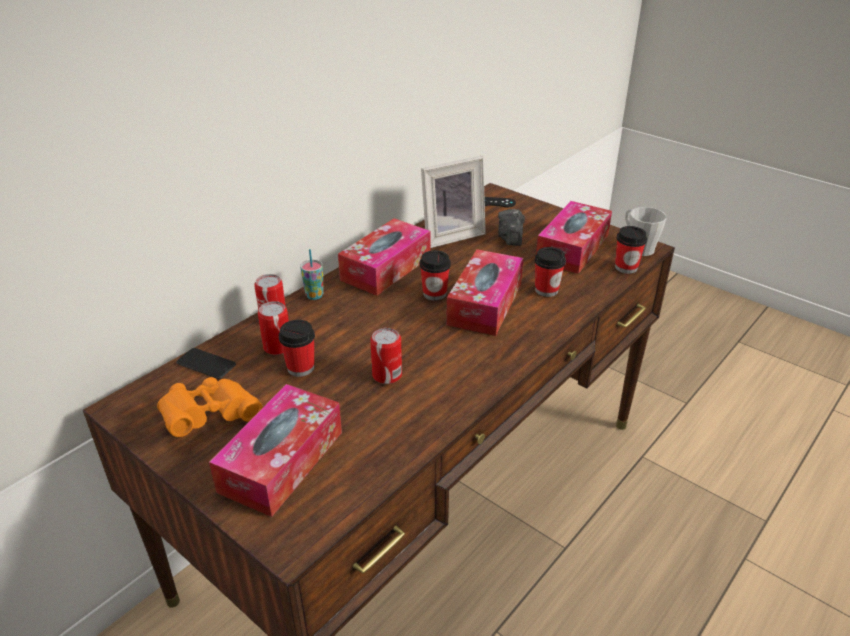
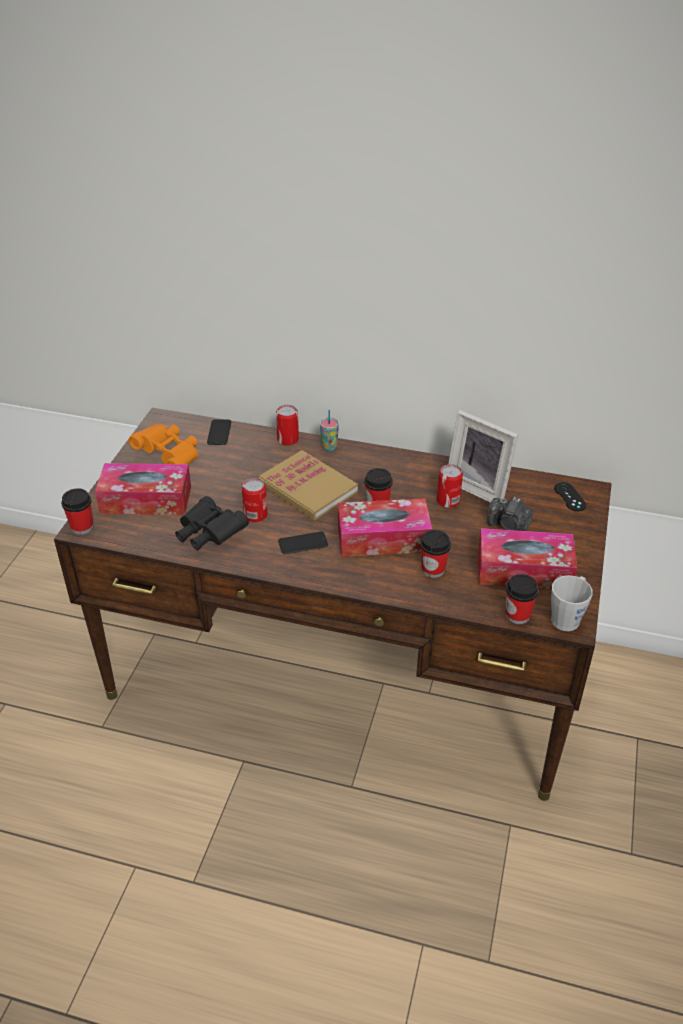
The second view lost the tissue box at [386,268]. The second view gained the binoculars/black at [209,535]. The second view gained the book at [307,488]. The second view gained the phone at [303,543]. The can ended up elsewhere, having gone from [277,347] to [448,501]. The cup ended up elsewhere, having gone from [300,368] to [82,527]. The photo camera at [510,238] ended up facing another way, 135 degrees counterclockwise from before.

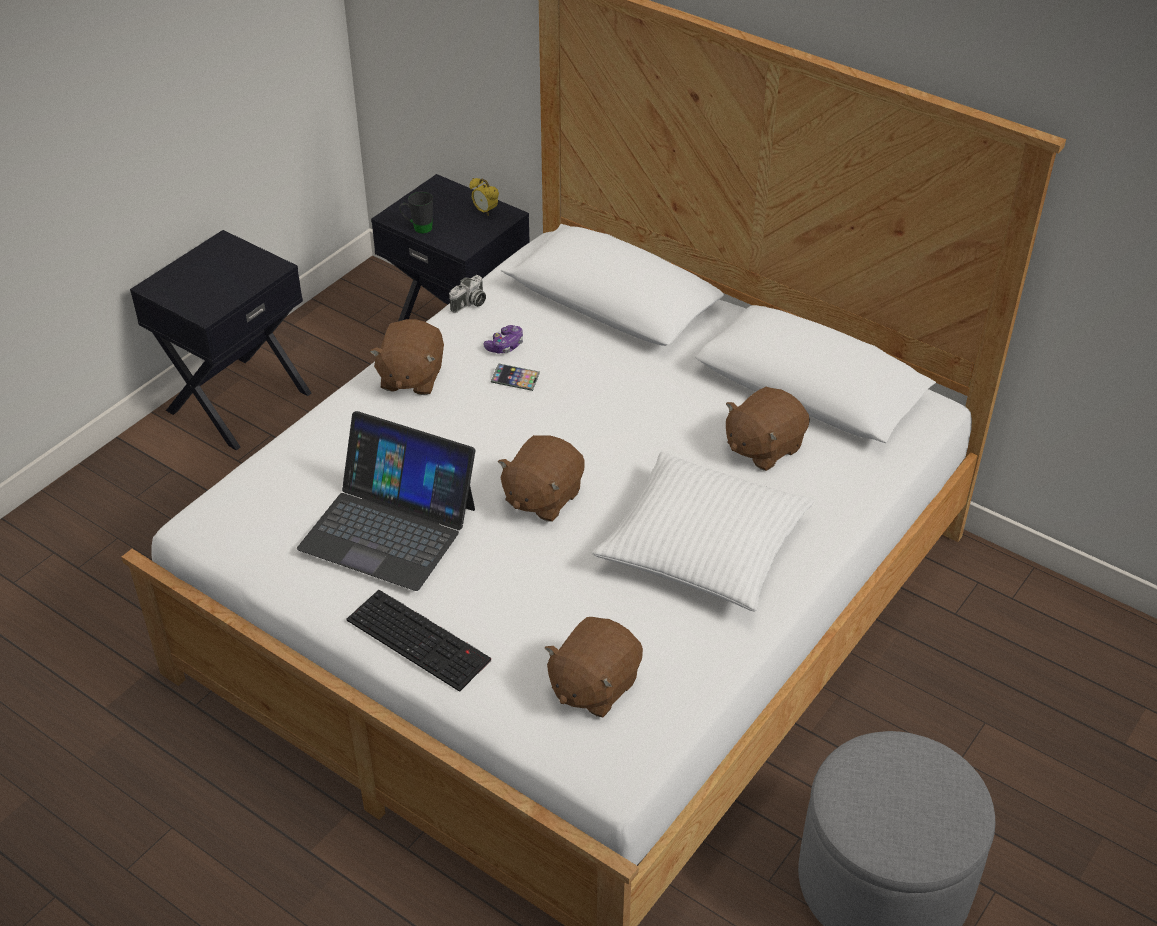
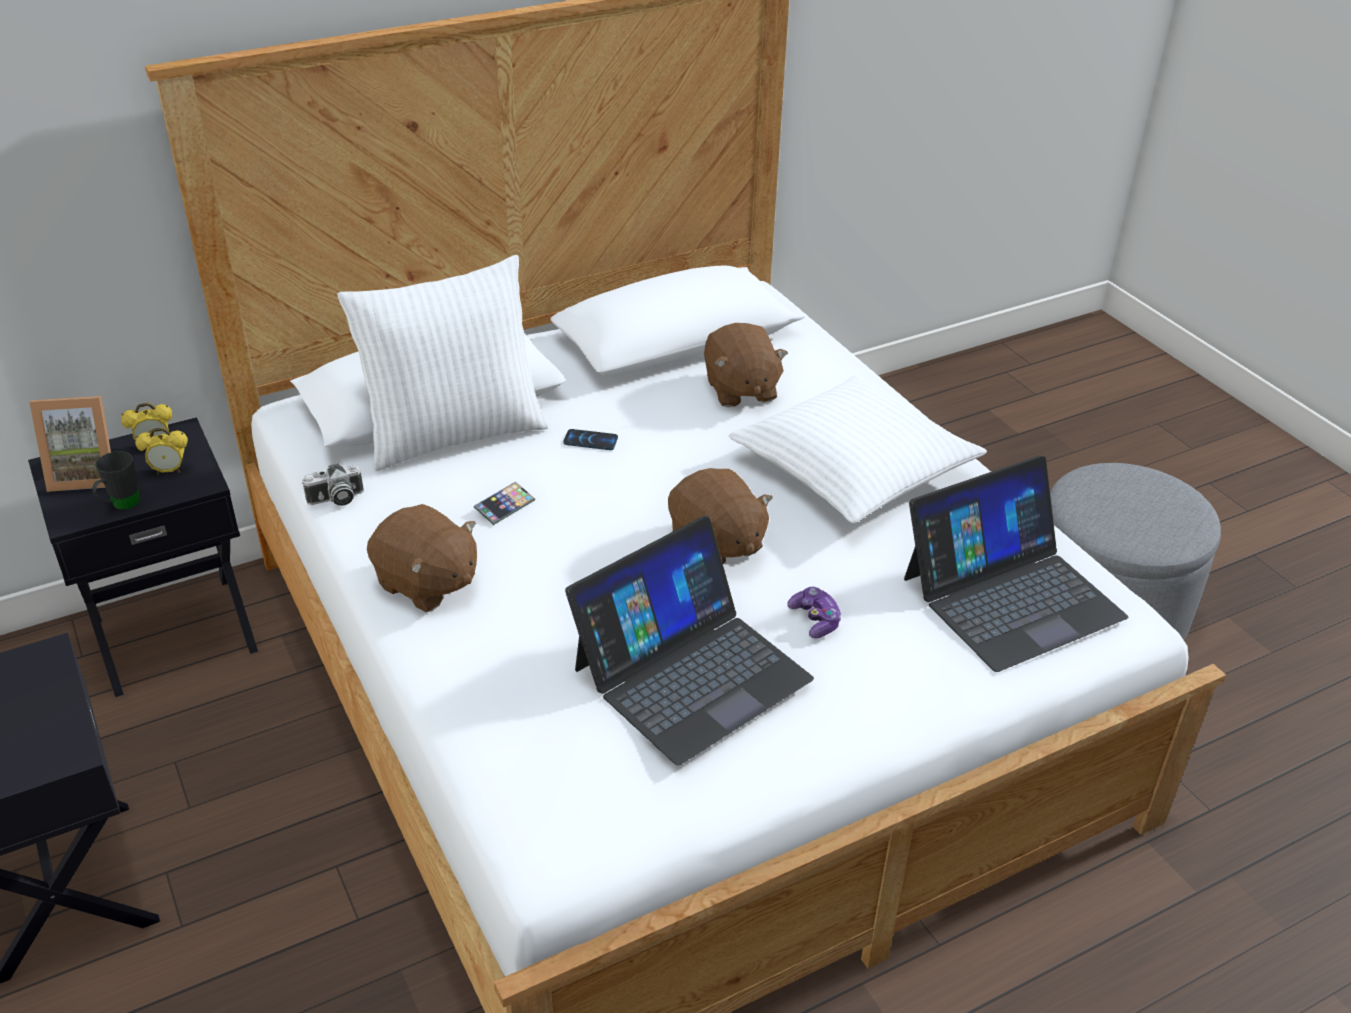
The second view lost the keyboard at [421,640]. The second view gained the picture frame at [86,474]. The second view gained the alarm clock at [169,471]. The second view gained the pillow/white at [453,433]. The second view gained the phone at [590,441]. The game controller ended up elsewhere, having gone from [505,346] to [815,620]. Where the plush toy/brown stood at [593,686], the laptop came to stand at [1011,596]. The photo camera at [469,304] ended up facing another way, 90 degrees clockwise from before.

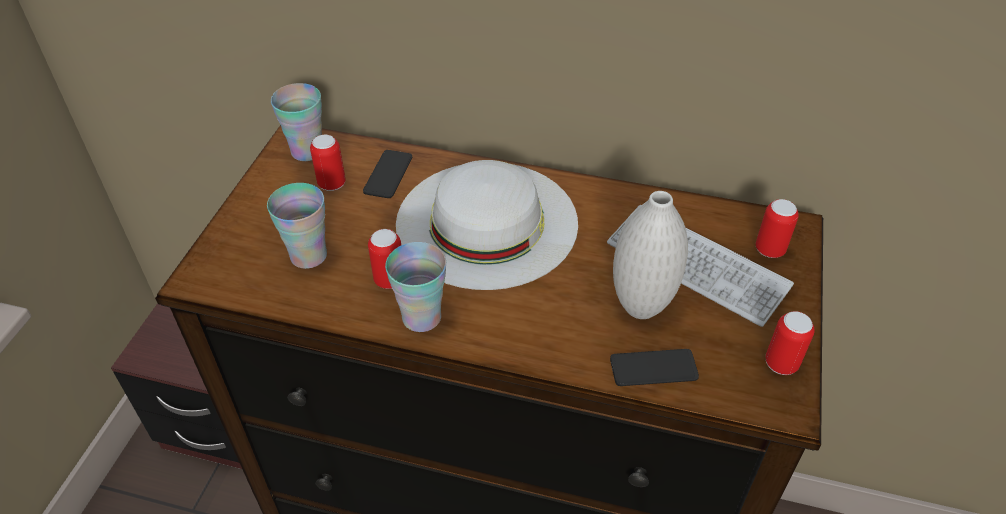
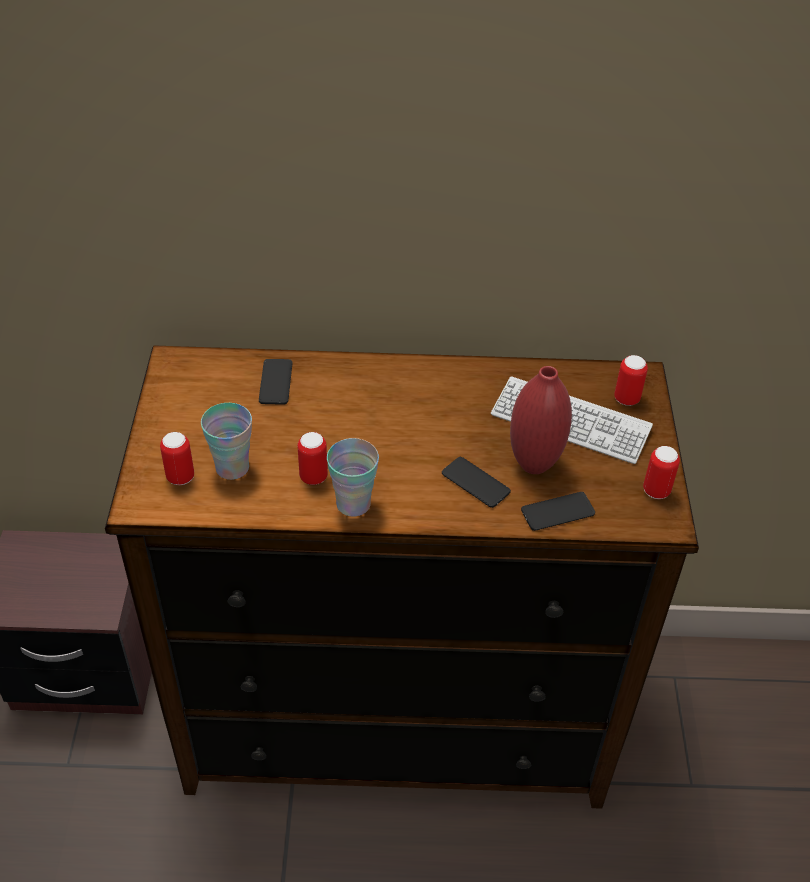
The second view lost the cup at [307,151]. The second view lost the hat/white at [487,222]. The second view gained the phone at [475,482]. The can ended up elsewhere, having gone from [332,184] to [180,477]. What was the vase/white at [641,307] turned into the vase/red at [534,464].

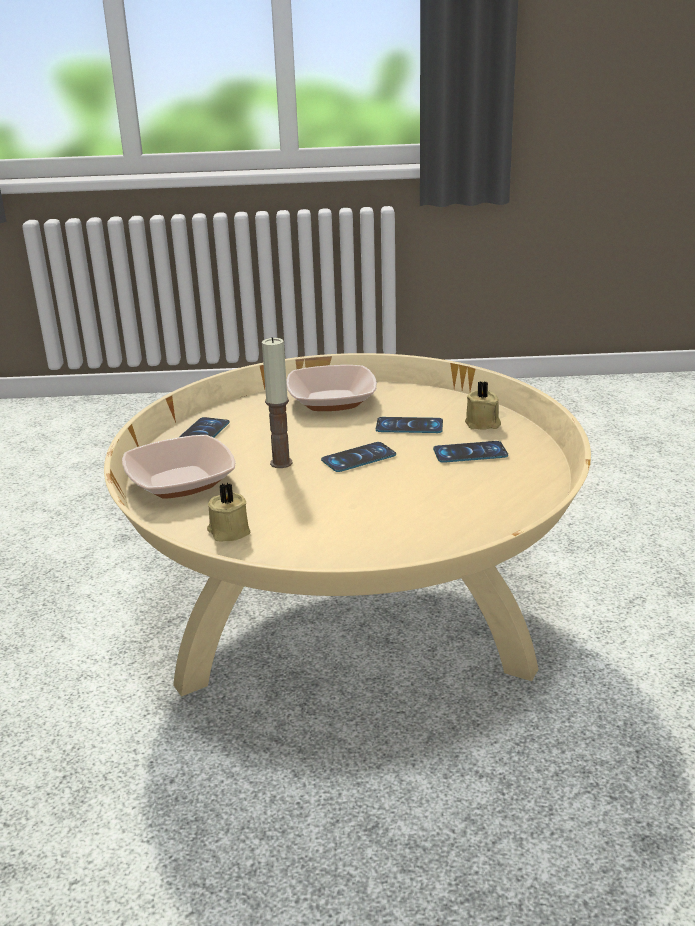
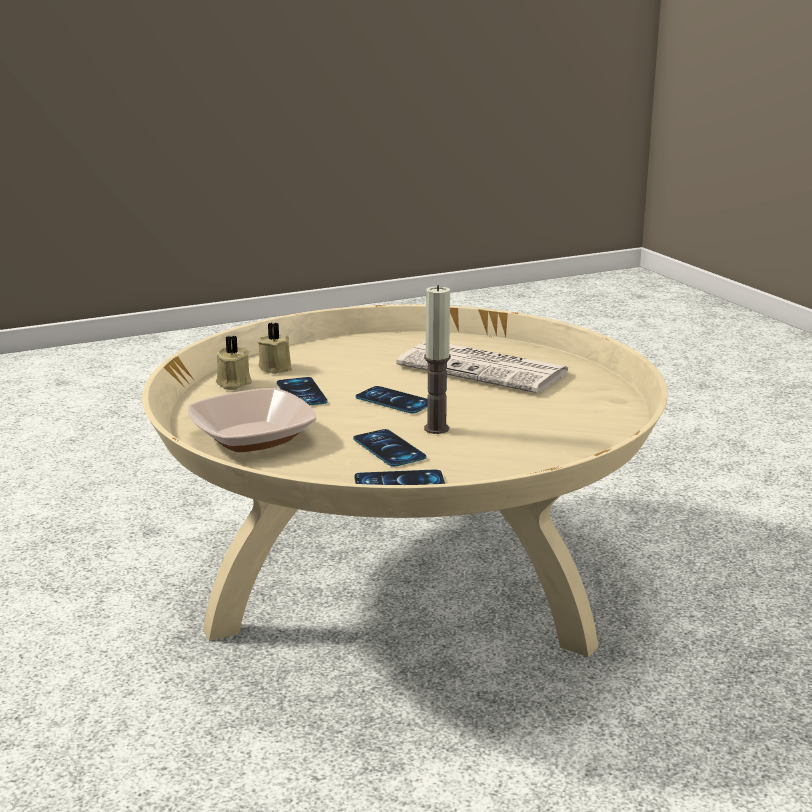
The second view lost the bowl at [181,482]. The second view gained the newspaper at [485,369]. The candle/beige ended up elsewhere, having gone from [228,532] to [232,383]. The phone ended up elsewhere, having gone from [470,452] to [389,449].

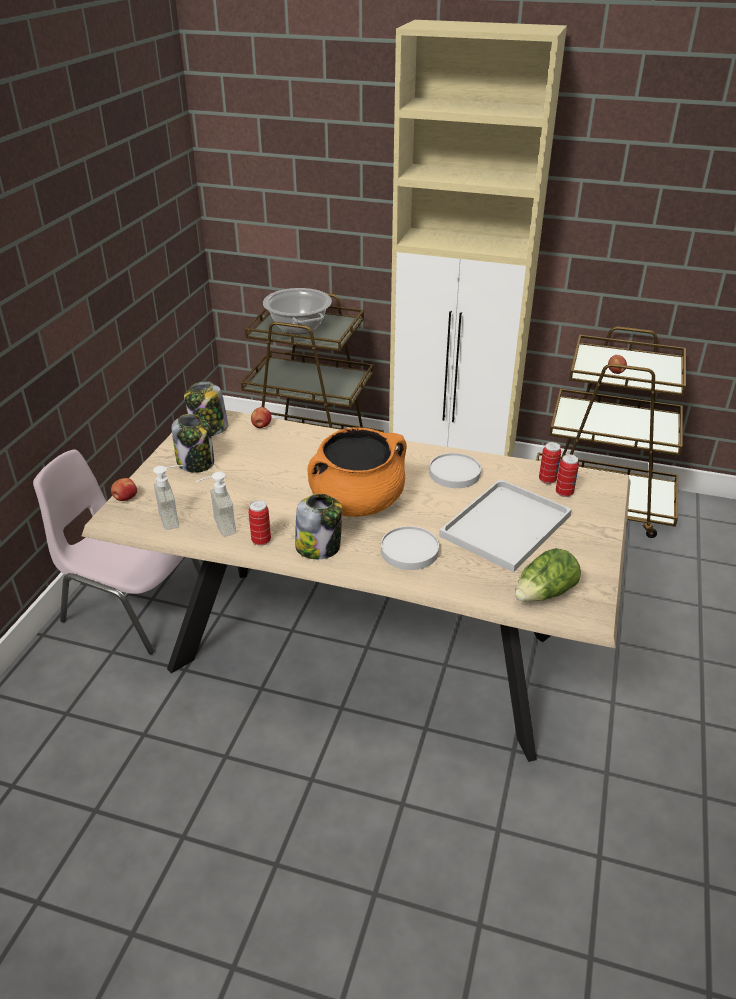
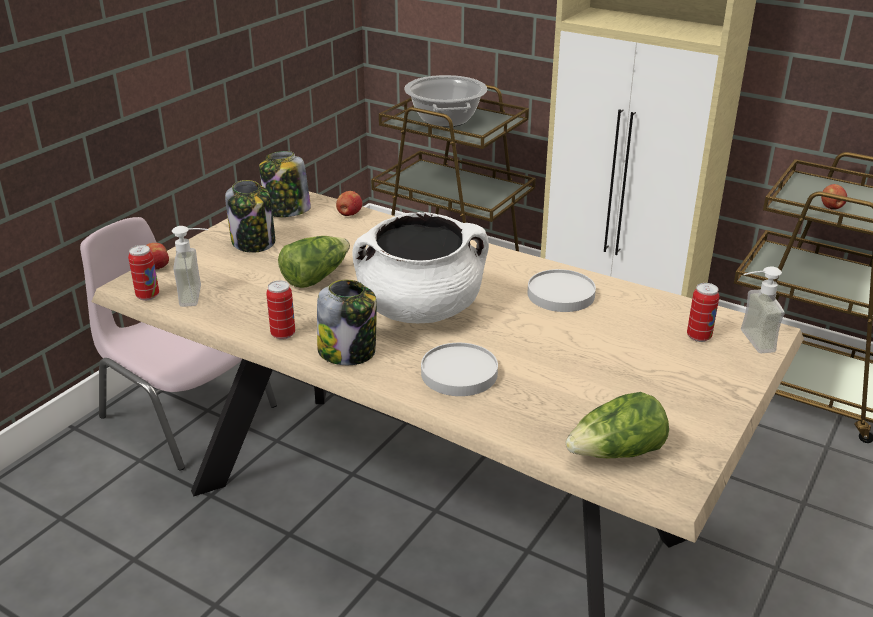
The second view lost the tray/white at [506,524]. The second view gained the lettuce at [315,277]. The soap dispenser ended up elsewhere, having gone from [217,527] to [748,341]. The can ended up elsewhere, having gone from [547,480] to [148,296]. What was the cooking pot/orange at [357,502] turned into the cooking pot/white at [420,310].

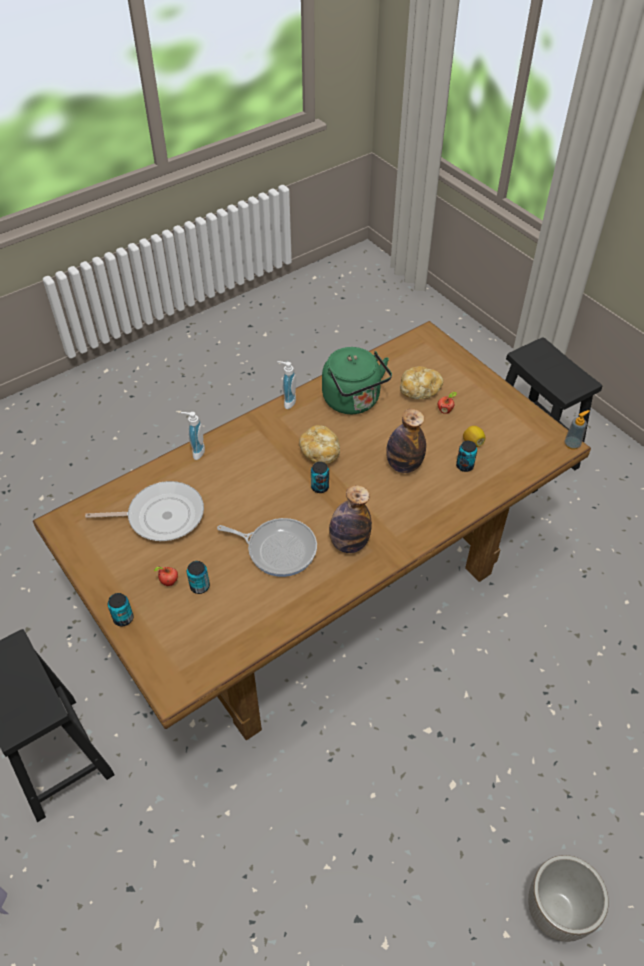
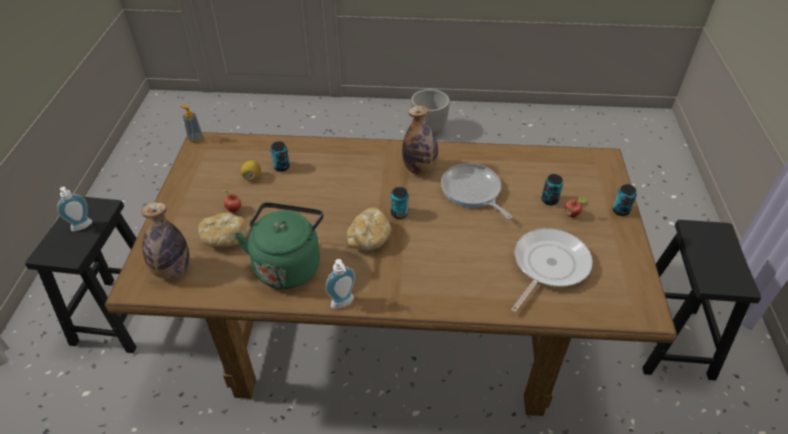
The soap dispenser ended up elsewhere, having gone from [196,451] to [82,227]. The bottle ended up elsewhere, having gone from [403,465] to [172,270]. The frying pan at [161,516] ended up facing another way, 90 degrees clockwise from before.

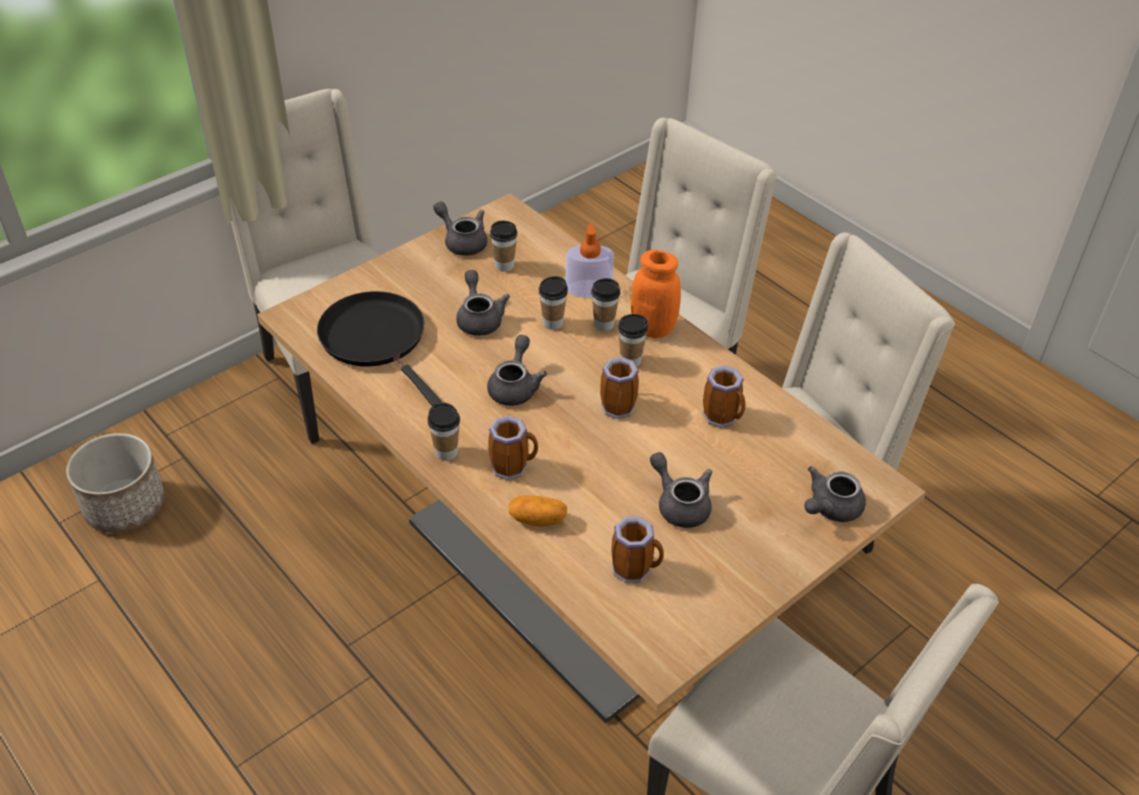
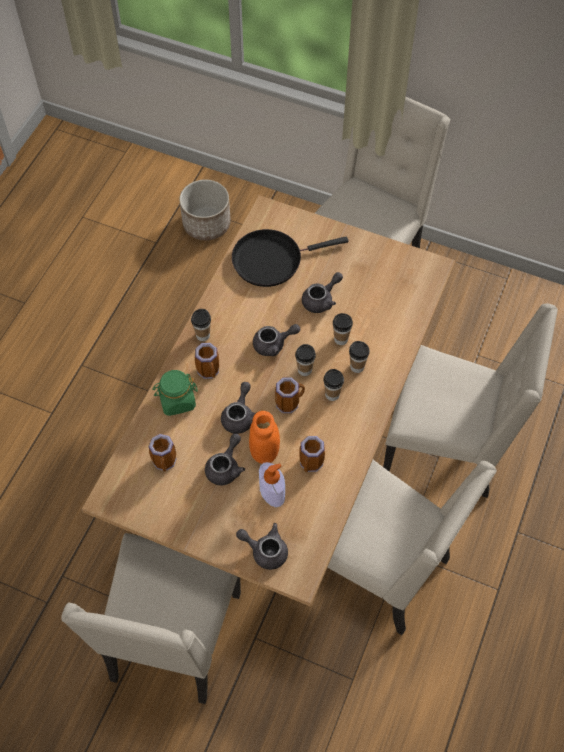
The teapot/grey ended up elsewhere, having gone from [462,241] to [240,416]. The cup ended up elsewhere, having gone from [504,265] to [304,370]. The soap dispenser ended up elsewhere, having gone from [588,289] to [272,492]. The jar/orange ended up elsewhere, having gone from [653,328] to [264,452]. Where the potato stood at [537,519], the jar/green came to stand at [177,401]. The frying pan/black at [377,340] ended up facing another way, 135 degrees counterclockwise from before.

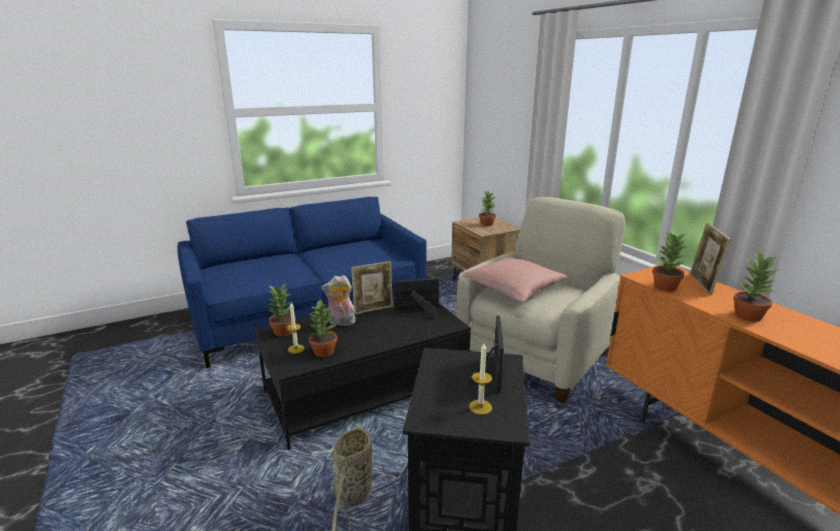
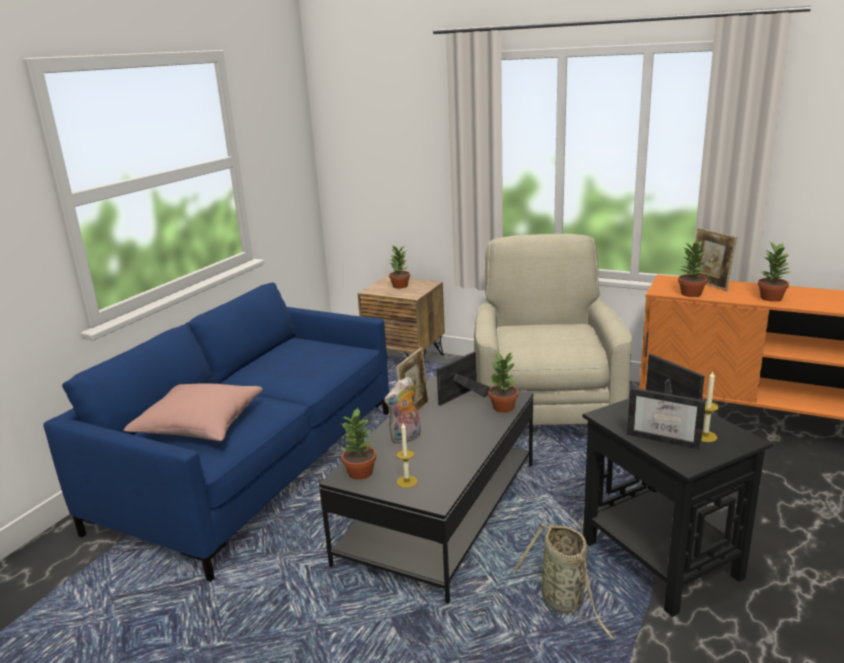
The second view gained the picture frame at [665,438]. The potted plant ended up elsewhere, having gone from [323,352] to [503,407]. The pillow/pink ended up elsewhere, having gone from [513,289] to [200,425].

